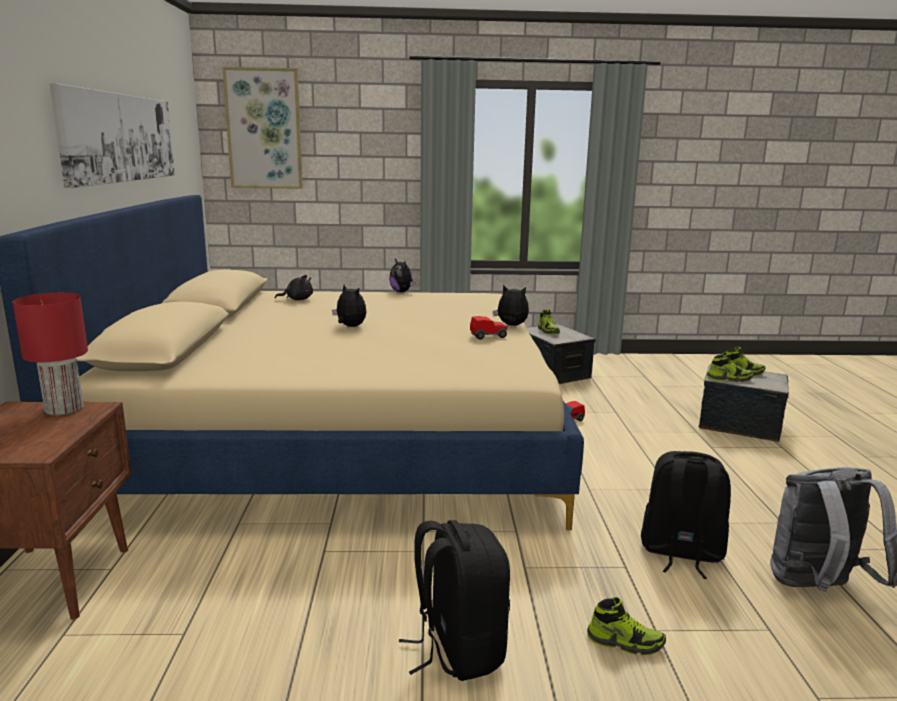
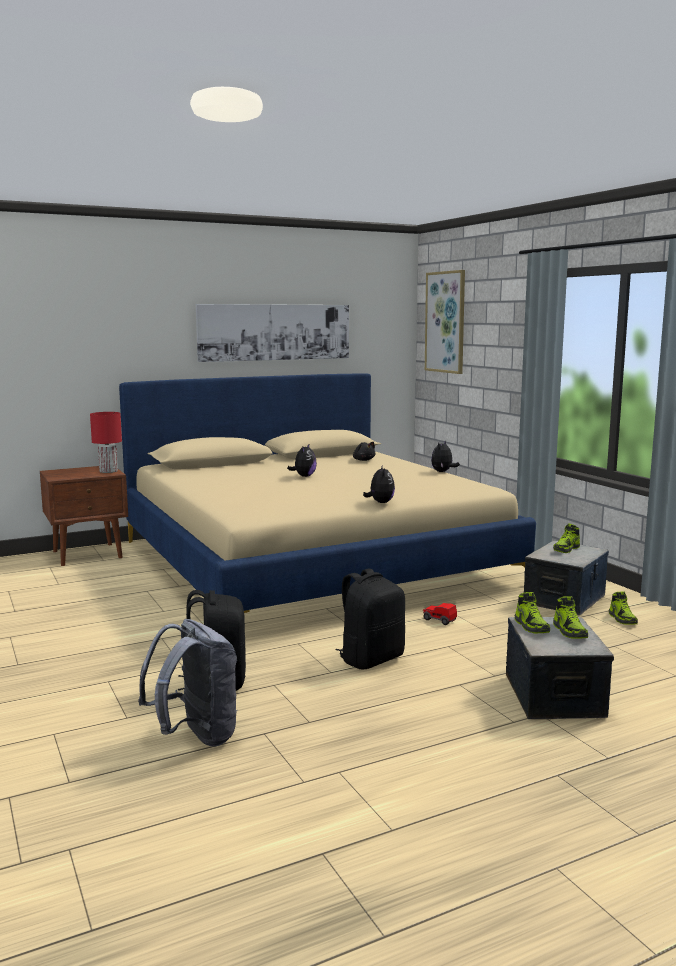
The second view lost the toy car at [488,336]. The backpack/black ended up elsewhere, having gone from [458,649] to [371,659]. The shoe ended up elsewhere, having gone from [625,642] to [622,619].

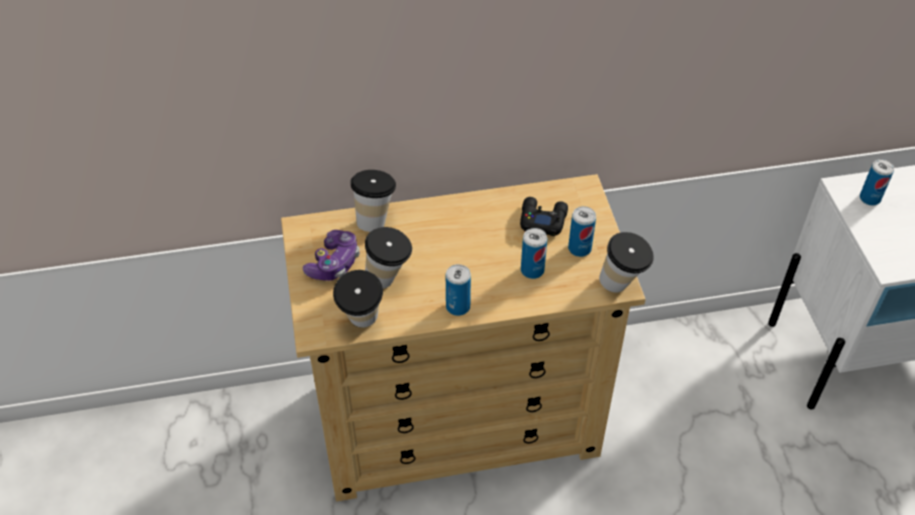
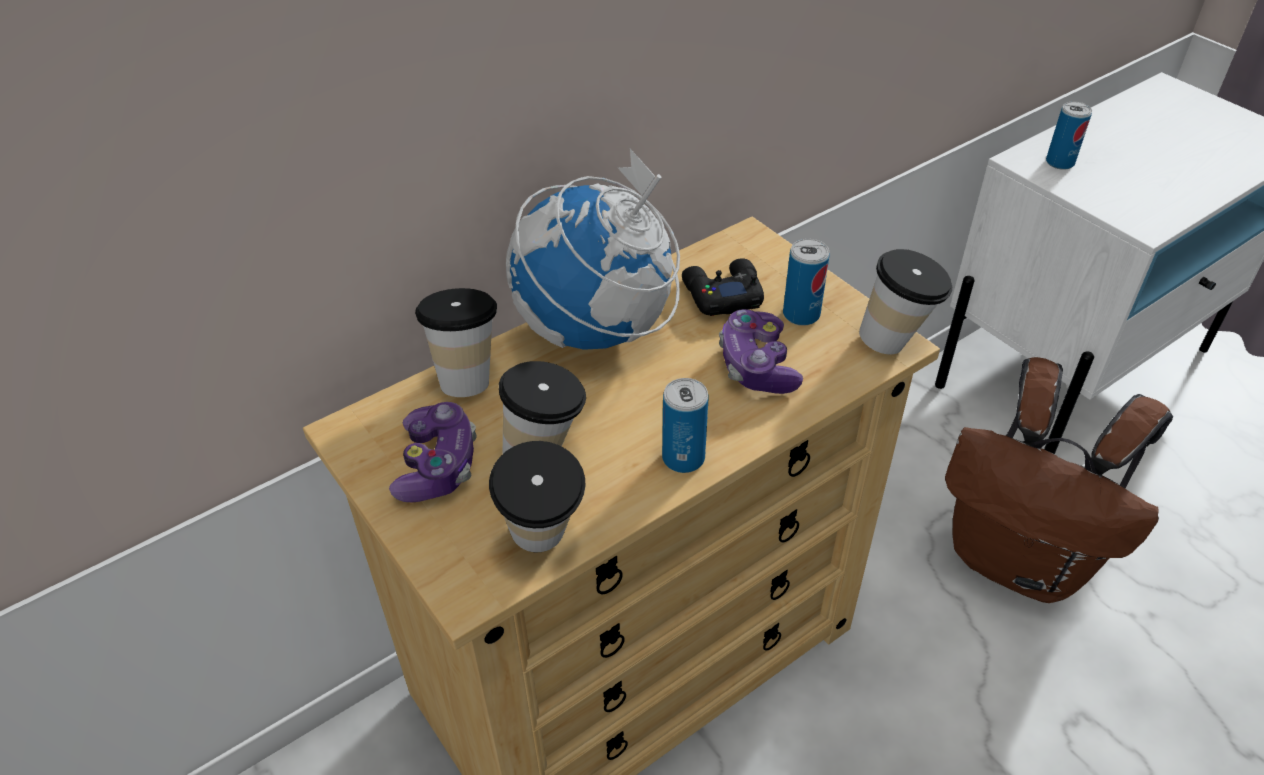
The second view gained the globe at [597,331]. The second view gained the backpack/brown at [1020,560]. Where the can stood at [532,270], the game controller came to stand at [757,366].

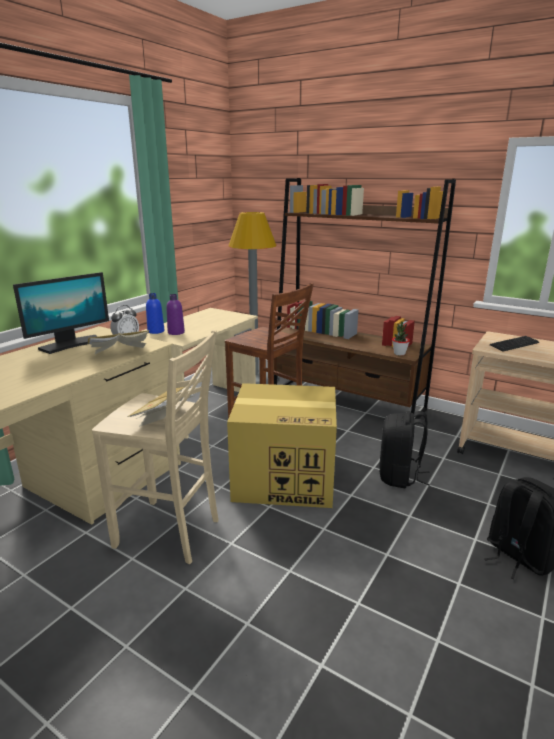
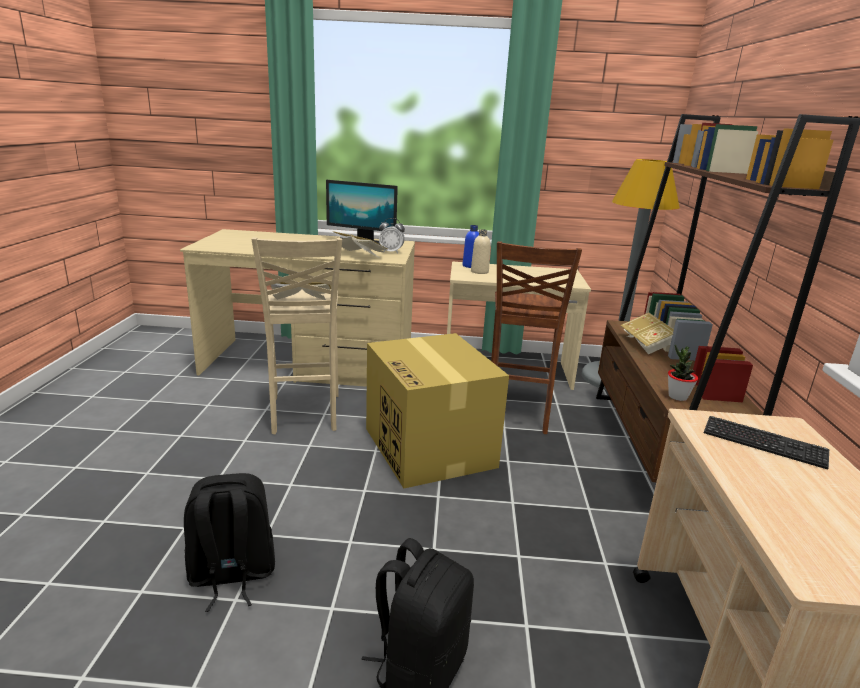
The second view gained the book at [646,345]. The backpack/black ended up elsewhere, having gone from [400,476] to [231,575]. What was the bottle/purple at [176,332] turned into the bottle/beige at [479,272].

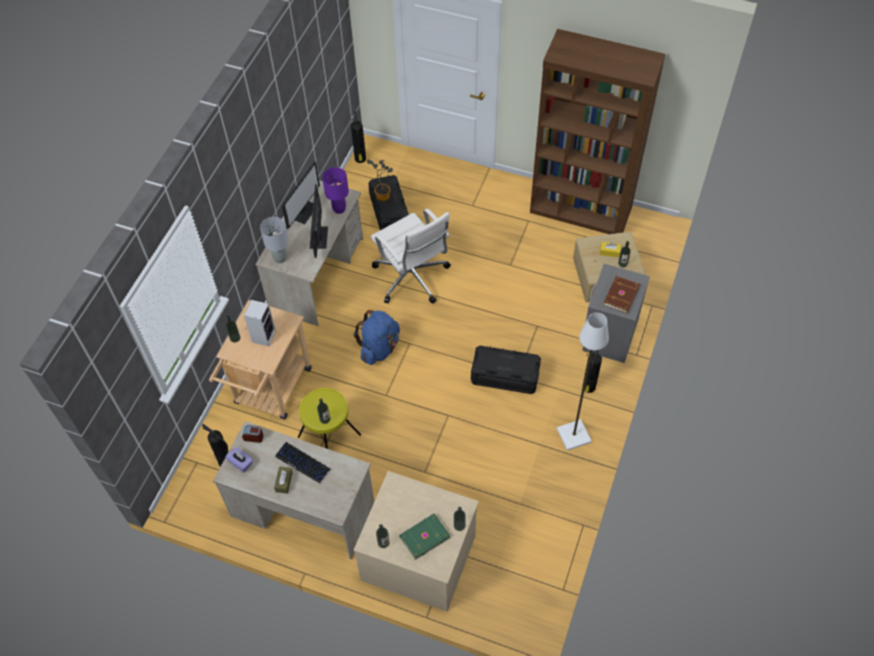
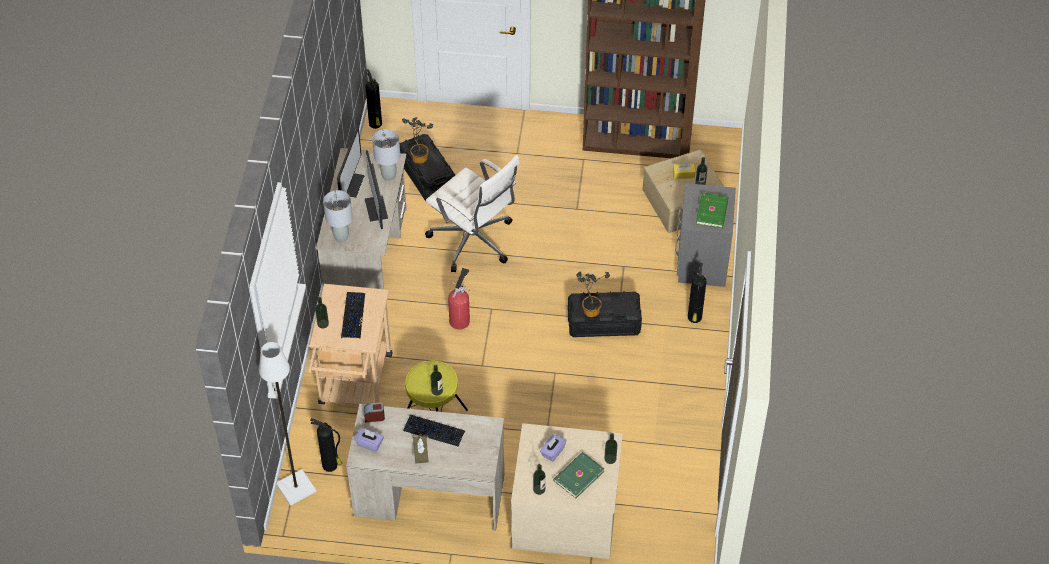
The second view gained the tissue box/purple at [553,452]. The second view gained the potted plant at [590,309]. The floor lamp/white ended up elsewhere, having gone from [573,436] to [296,489]. Where the speaker stood at [263,335], the keyboard came to stand at [353,316]. Where the backpack/blue stood at [379,348], the fire extinguisher came to stand at [460,319]. What was the table lamp/purple at [339,209] turned into the table lamp/grey at [388,176]. What was the book/brown at [622,296] turned into the book/green at [712,212].

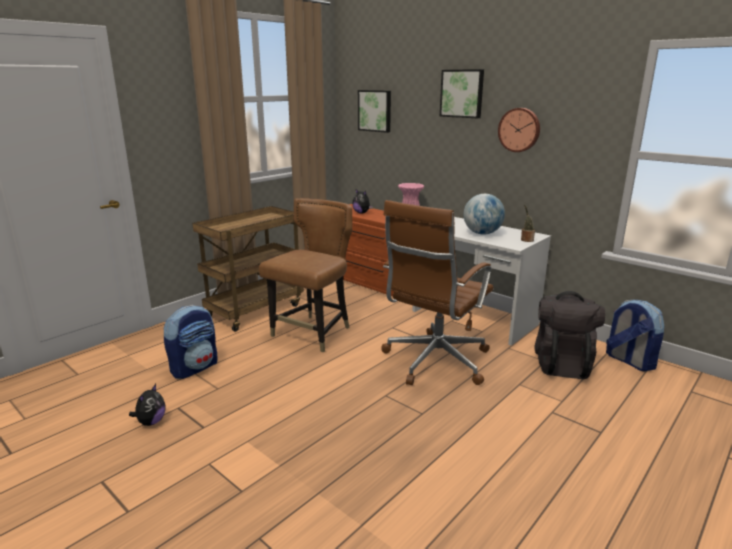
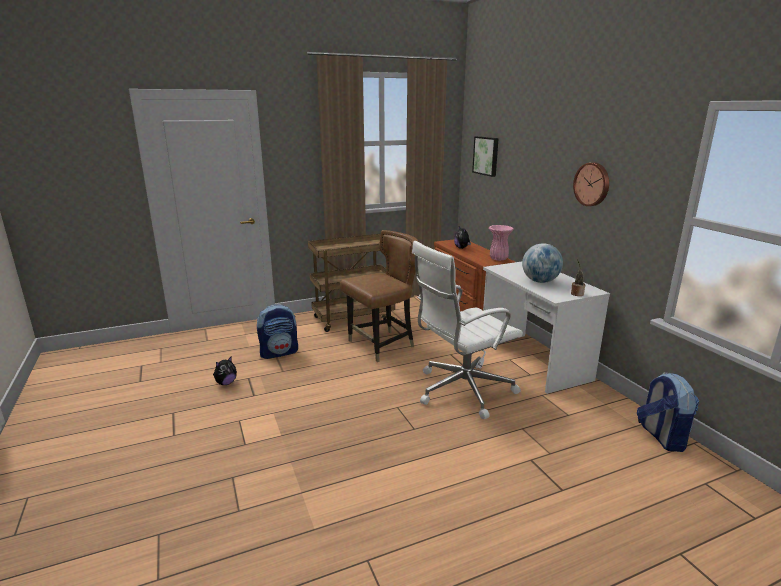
The second view lost the picture at [462,93]. The second view lost the backpack/black at [561,363]. What was the office chair/brown at [434,361] turned into the office chair/white at [461,390].

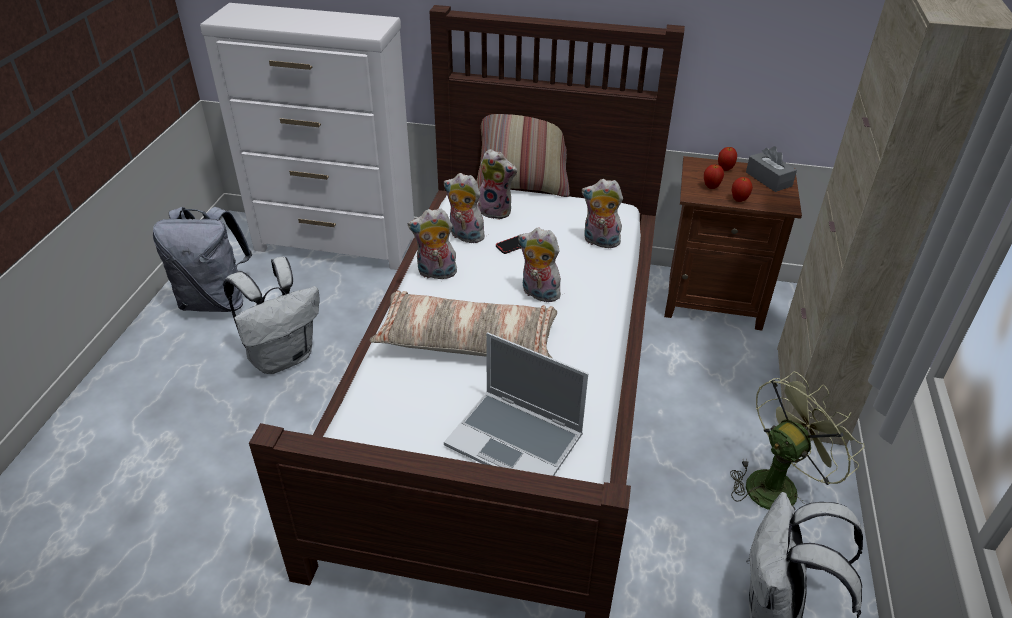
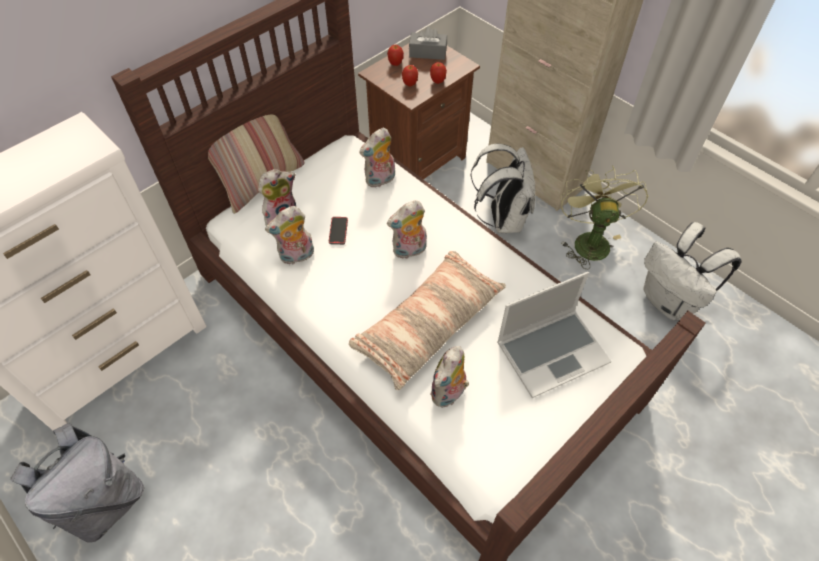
The backpack/white ended up elsewhere, having gone from [283,356] to [502,219]. The plush toy ended up elsewhere, having gone from [435,273] to [449,394].

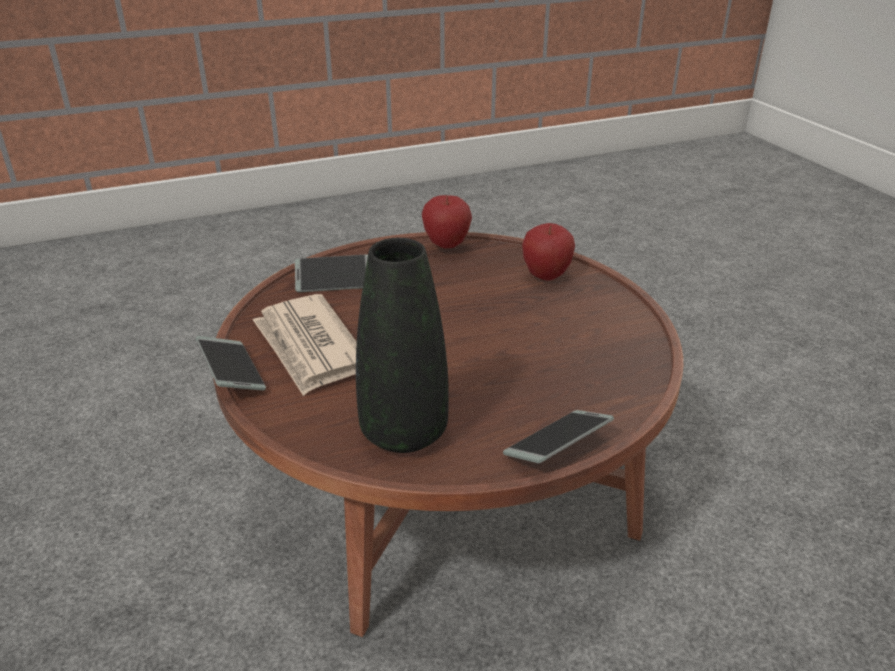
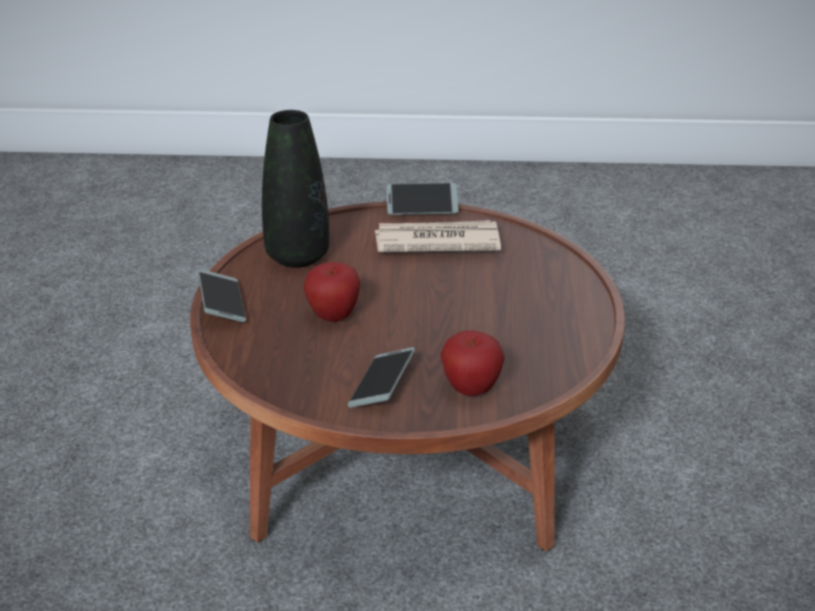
The phone ended up elsewhere, having gone from [335,281] to [382,385]. The apple ended up elsewhere, having gone from [446,245] to [333,316].

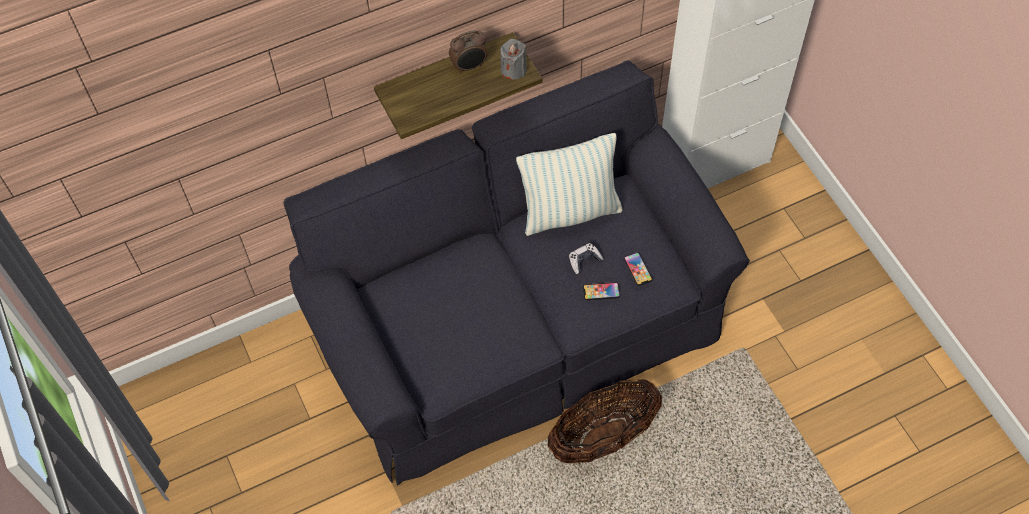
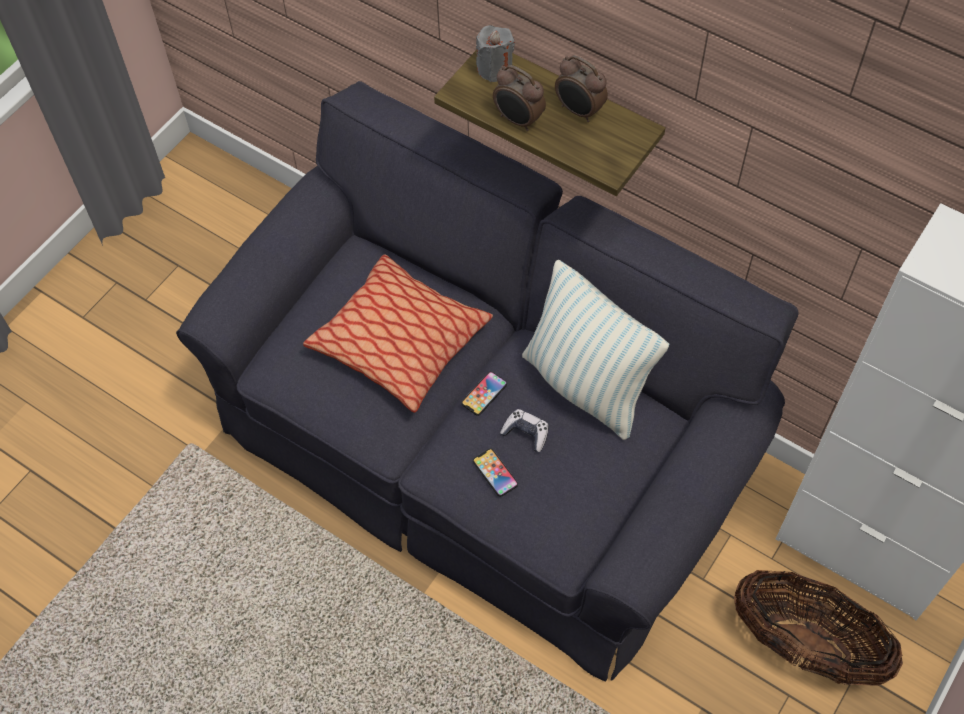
The second view gained the pillow at [400,342]. The second view gained the alarm clock at [518,120]. The candle/grey ended up elsewhere, having gone from [513,69] to [494,68]. The basket ended up elsewhere, having gone from [603,437] to [805,645]. The phone ended up elsewhere, having gone from [637,269] to [484,394].

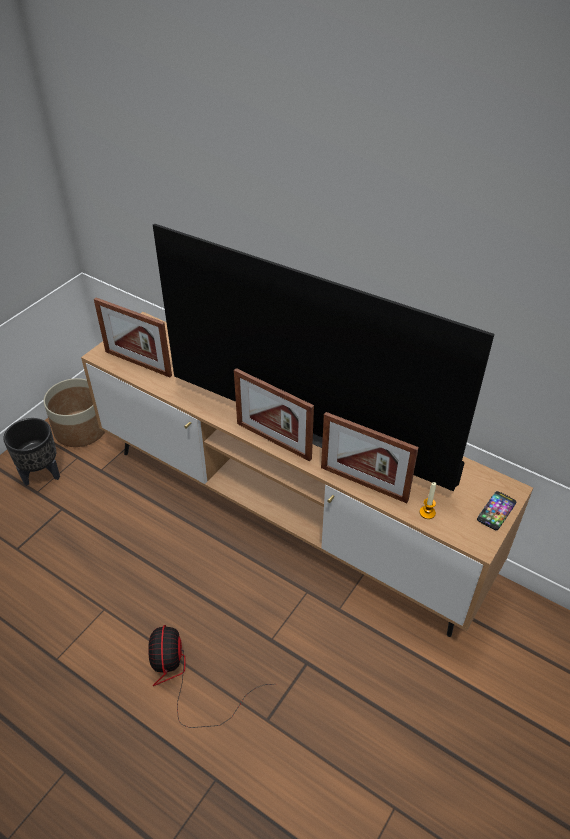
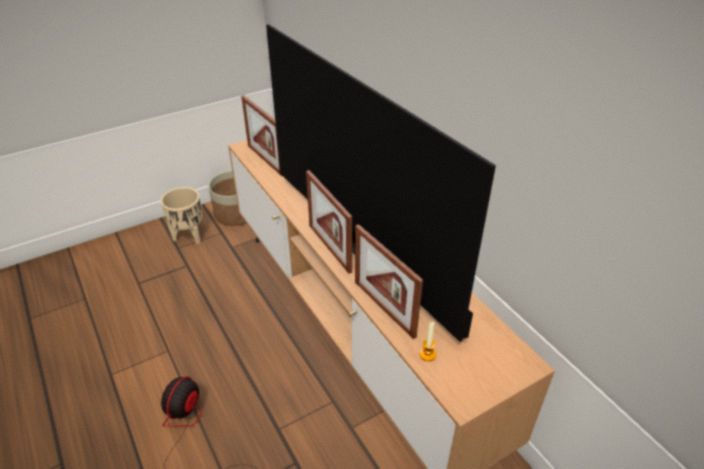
The second view lost the phone at [496,511]. What was the planter/black at [42,474] turned into the planter/beige at [189,236].

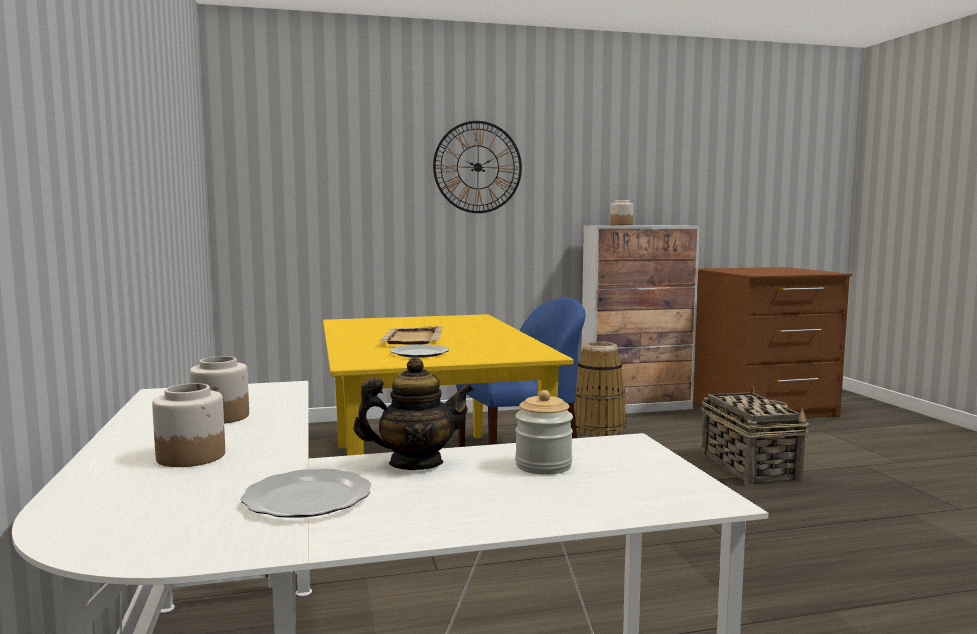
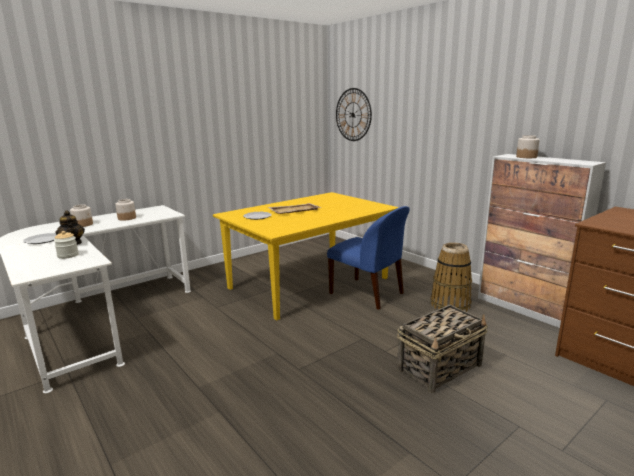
The wall clock ended up elsewhere, having gone from [477,167] to [353,115].

